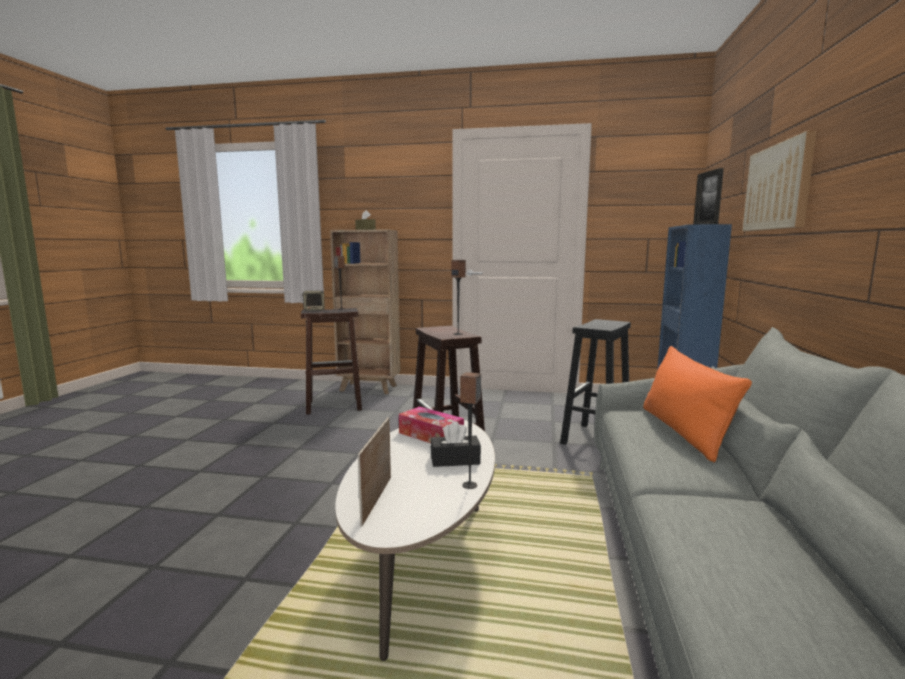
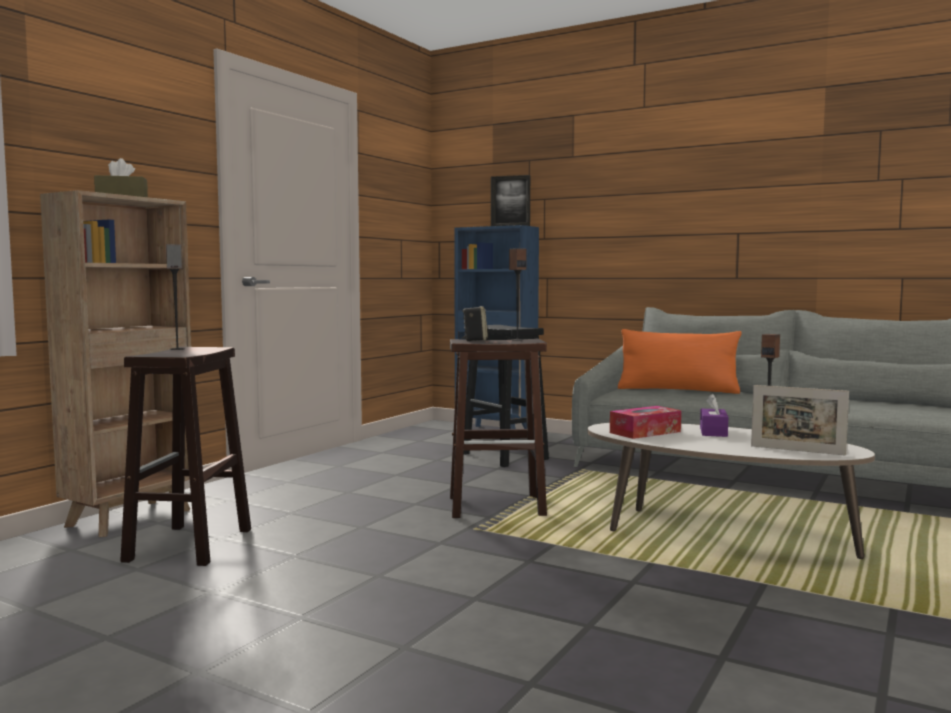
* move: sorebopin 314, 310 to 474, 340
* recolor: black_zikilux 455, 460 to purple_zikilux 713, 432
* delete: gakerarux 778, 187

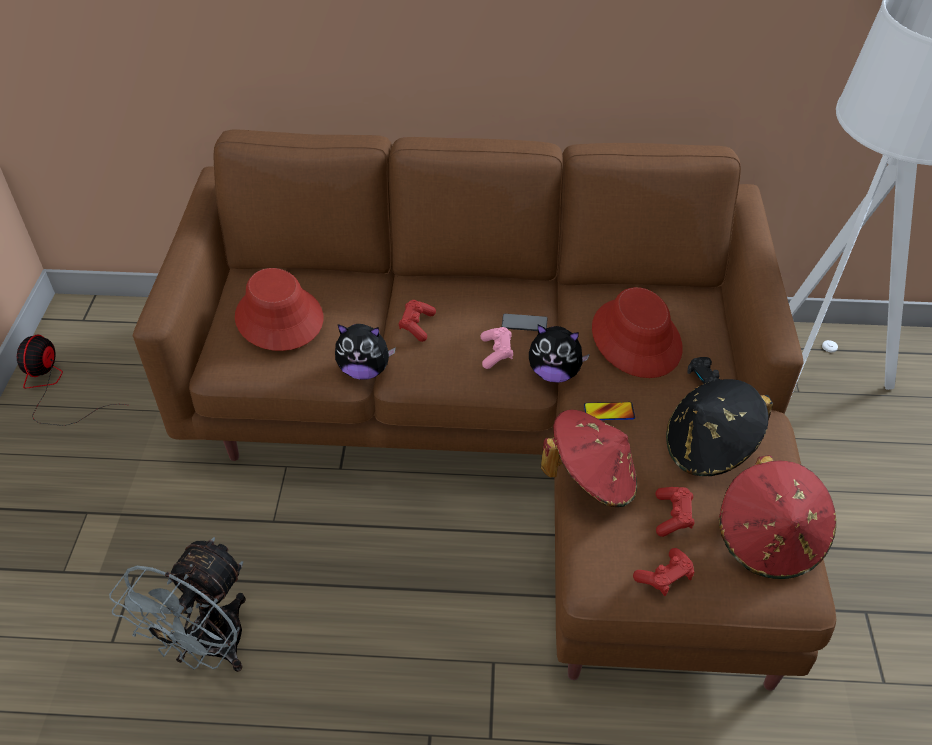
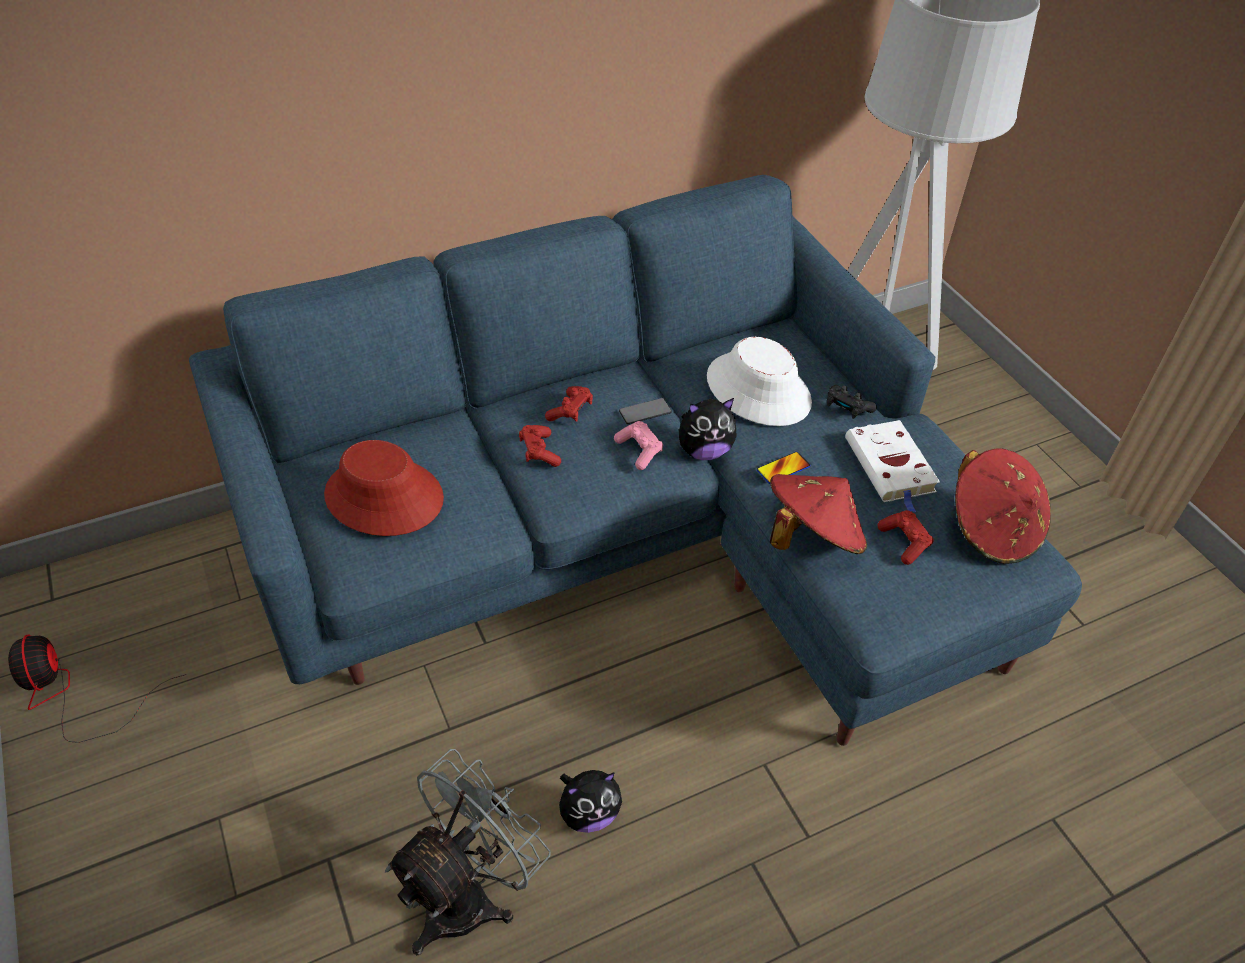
* rotate: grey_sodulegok 209, 648 = 470, 894 135 degrees counterclockwise
* recolor: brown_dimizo 507, 435 to blue_dimizo 633, 539
* move: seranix 364, 370 to 589, 813
* recolor: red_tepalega 636, 338 to white_tepalega 758, 390
* move: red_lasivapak 664, 577 to 570, 411
* replace: black_tepalega 709, 448 to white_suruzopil 891, 468

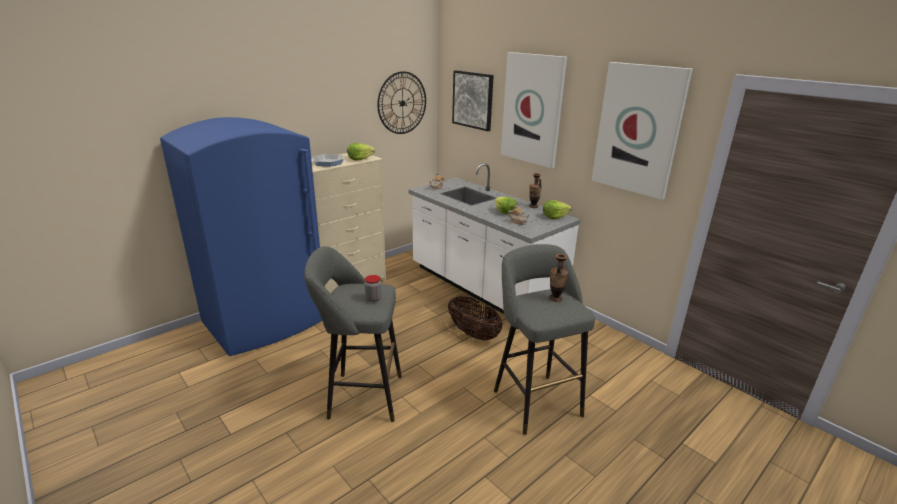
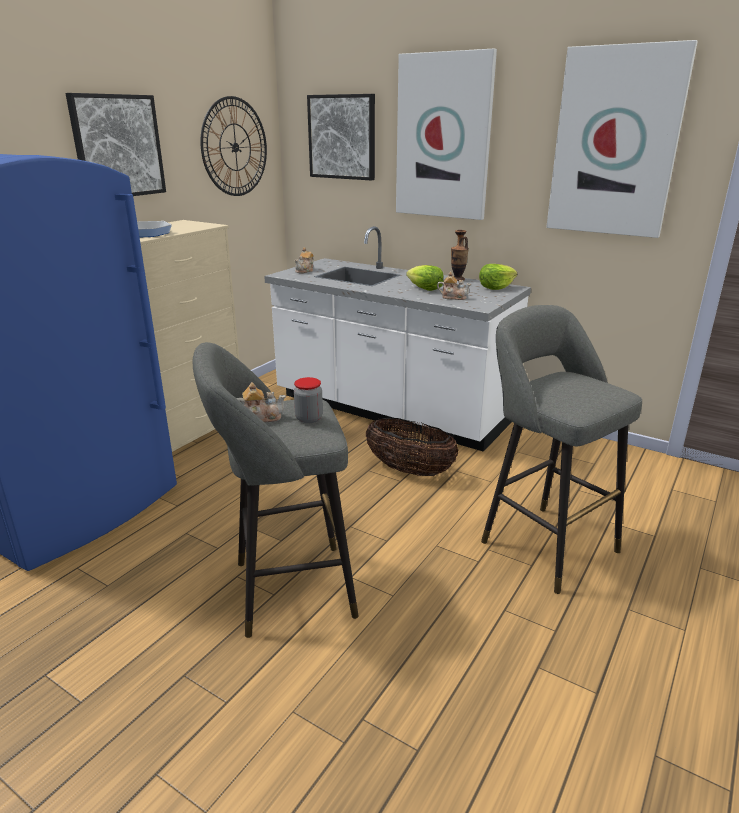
* delete: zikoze 360, 159
* delete: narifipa 555, 298
* insert: gakerarux 118, 146
* insert: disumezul 261, 417

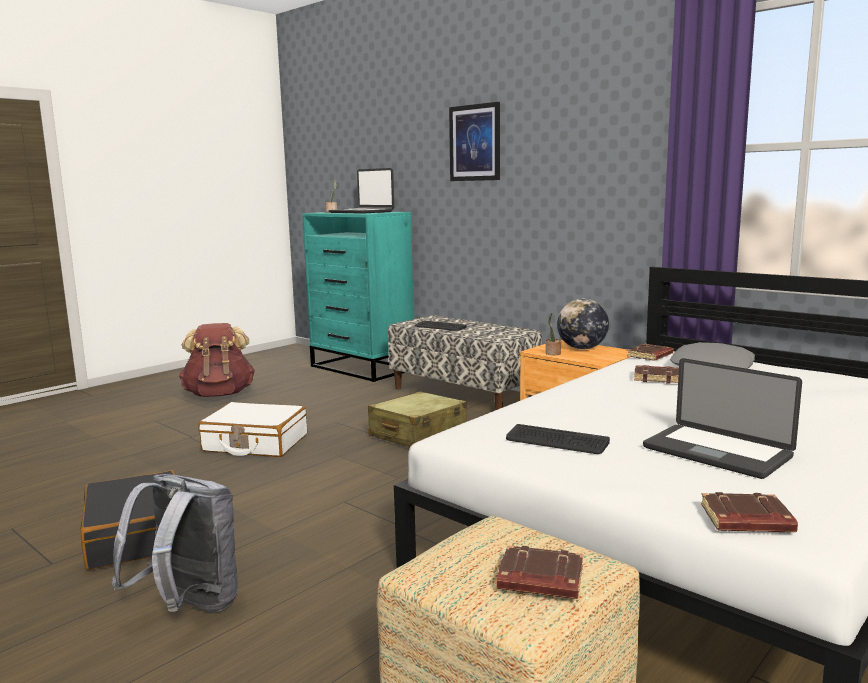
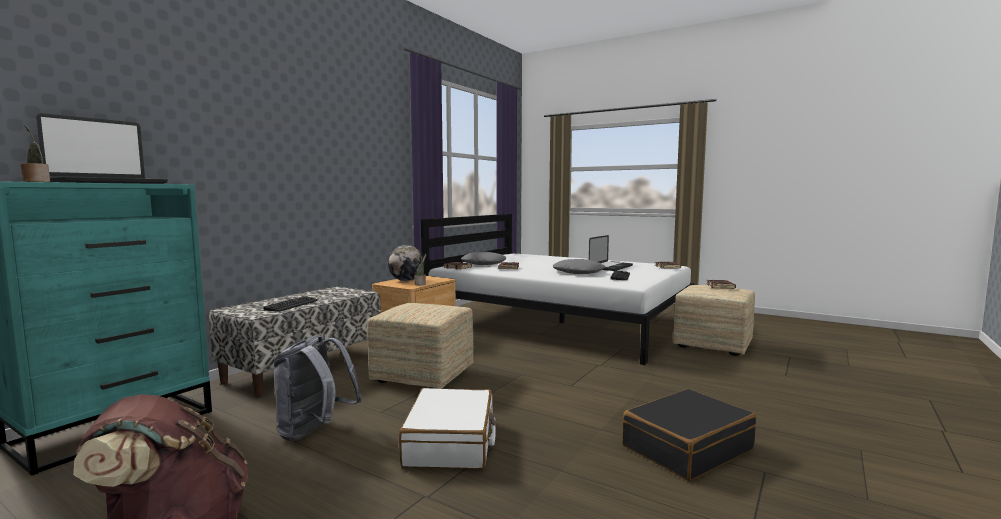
* move: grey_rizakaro 189, 607 to 314, 432
* replace: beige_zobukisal 417, 434 to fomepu 424, 376
* delete: gakerarux 475, 143
* insert: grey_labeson 579, 272

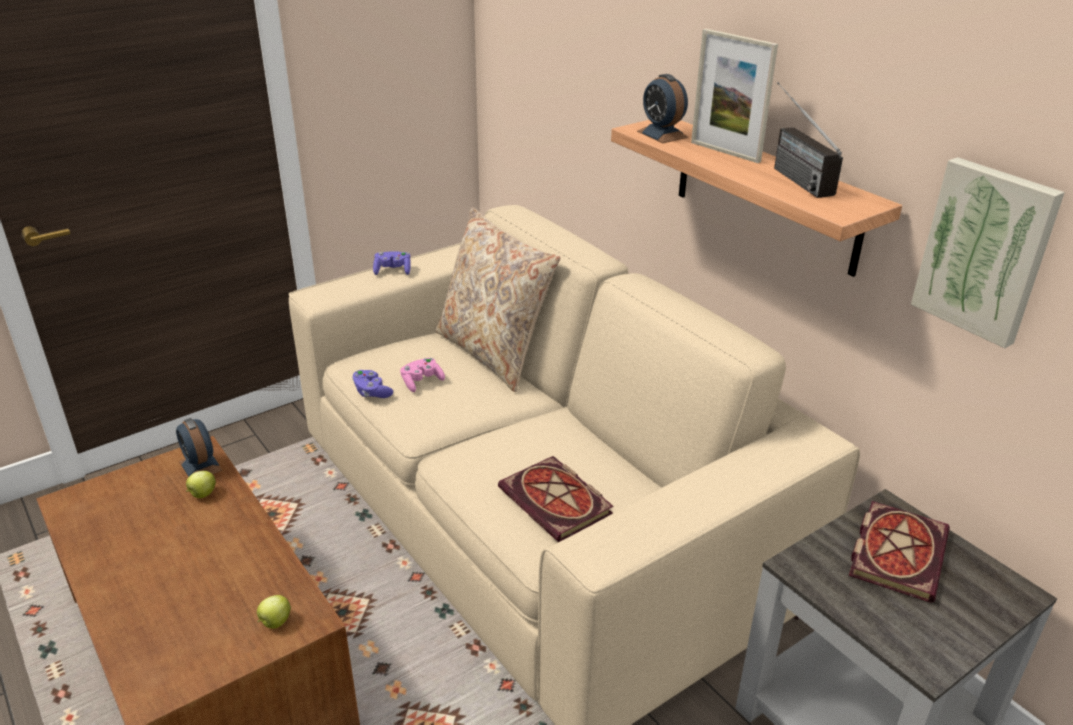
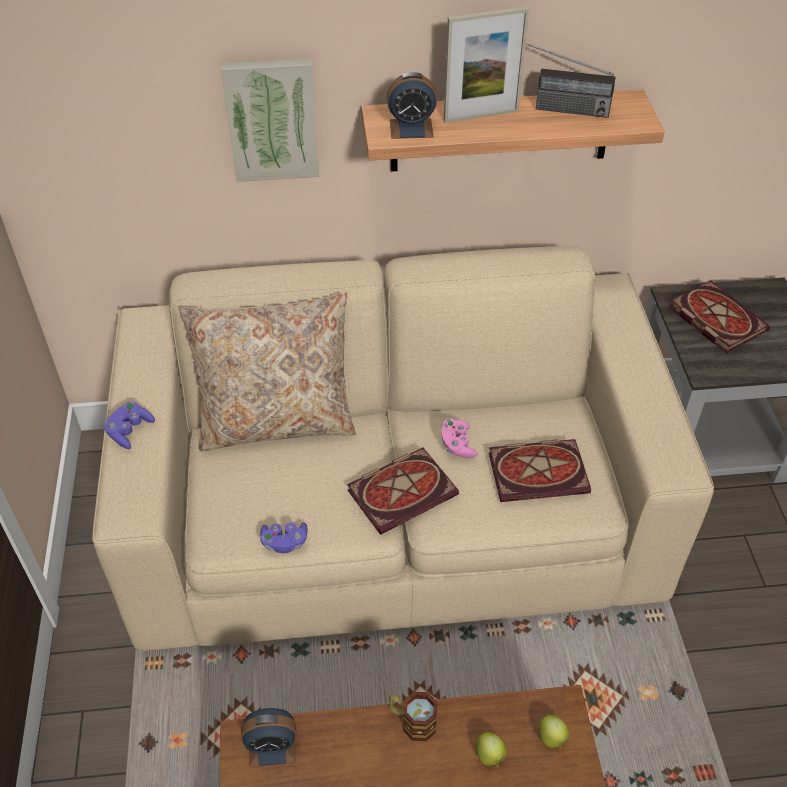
* move: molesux 202, 494 to 490, 756
* move: pink_lasivapak 421, 382 to 457, 445
* move: gakerarux 985, 251 to 272, 118
* insert: suruzopil 403, 490
* insert: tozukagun 412, 721

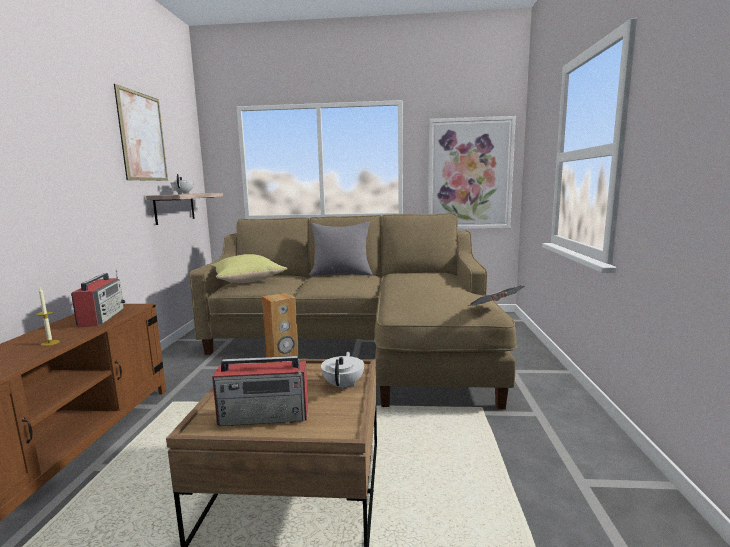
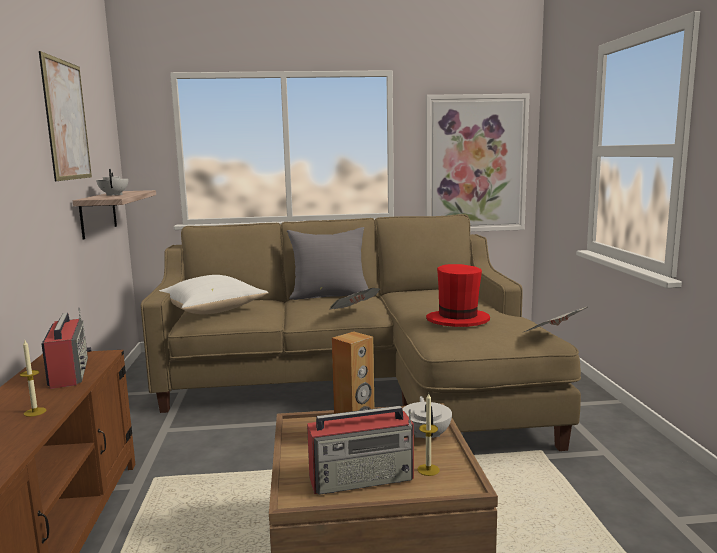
* recolor: yellow_labeson 247, 281 to white_labeson 212, 311
* insert: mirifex 354, 313
* insert: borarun 428, 470
* insert: red_tepalega 457, 320

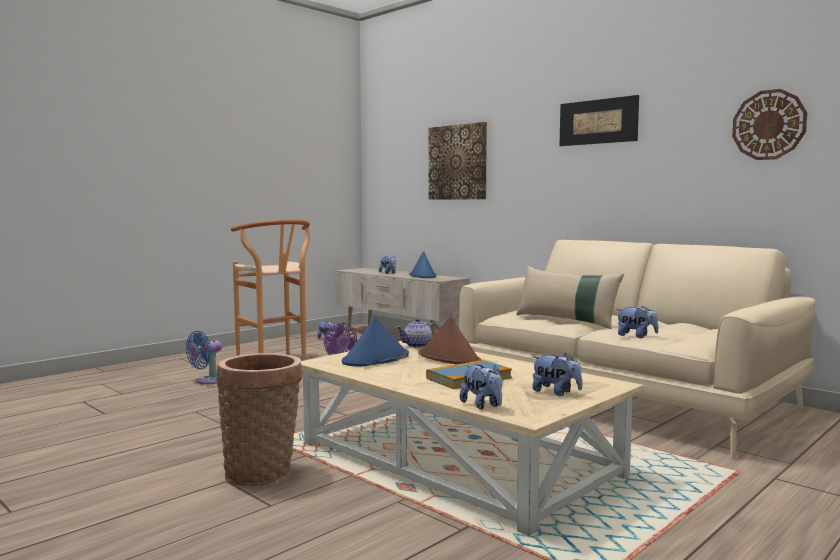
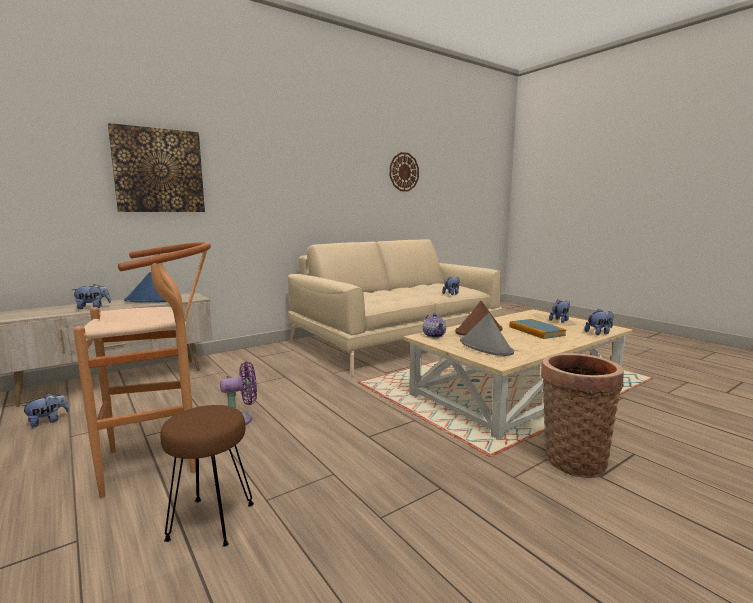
* replace: blue_sodulegok 207, 381 to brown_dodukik 212, 520
* recolor: blue_tepalega 375, 359 to grey_tepalega 486, 347
* delete: beige_labeson 566, 321
* delete: gakerarux 598, 121

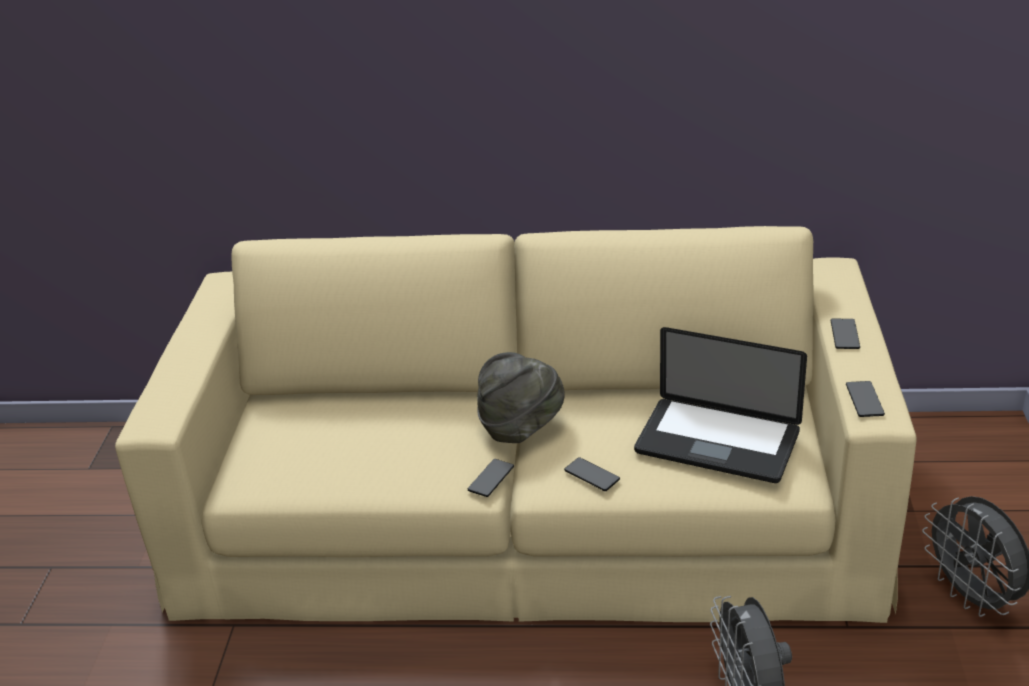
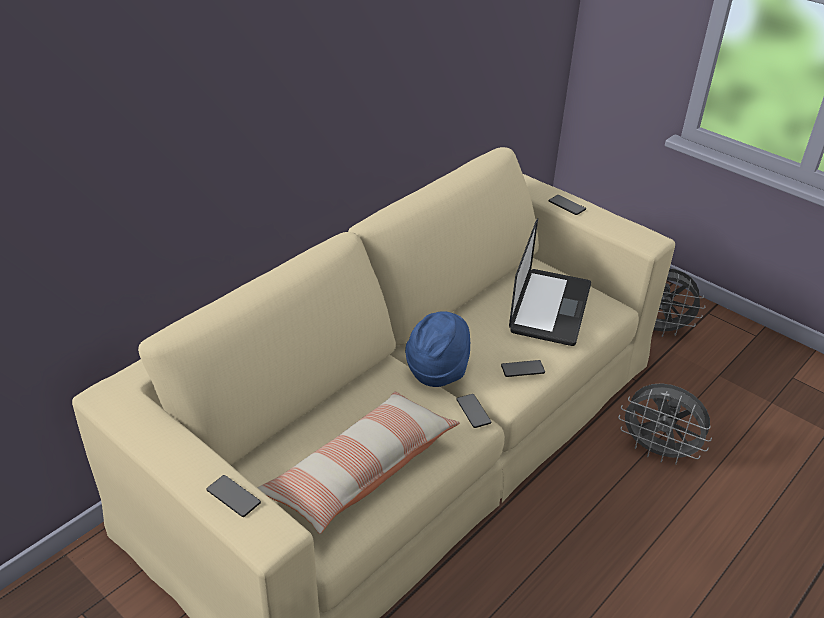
* recolor: grey_tepalega 521, 428 to blue_tepalega 437, 369
* rotate: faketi 717, 442 = 550, 308 45 degrees counterclockwise
* move: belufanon 864, 400 to 233, 496
* insert: labeson 361, 471

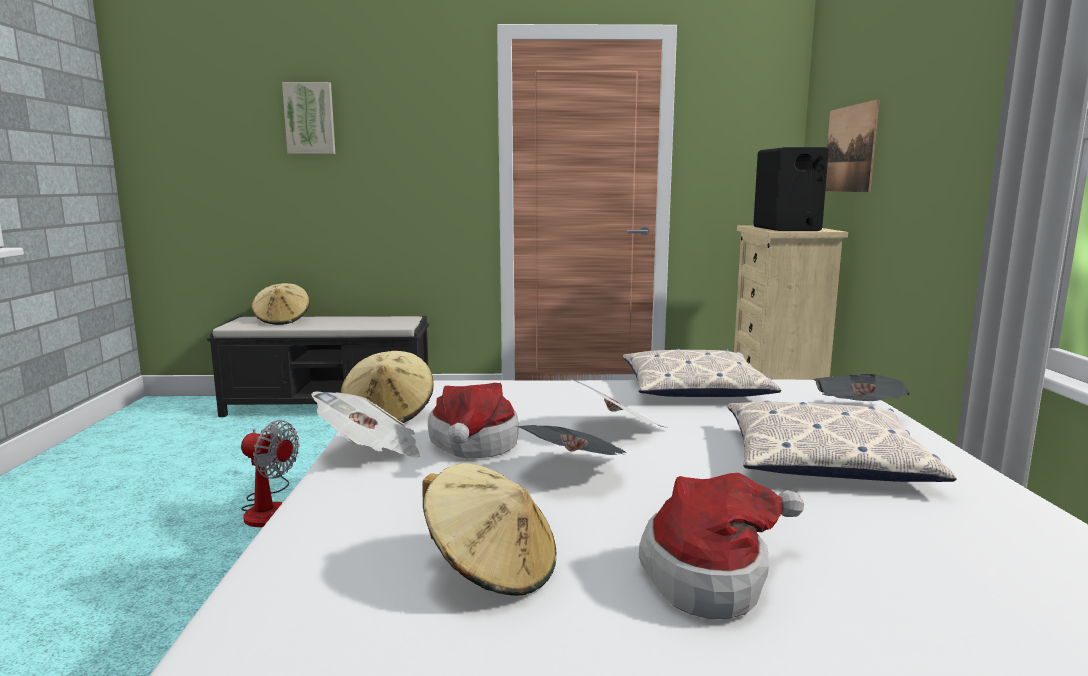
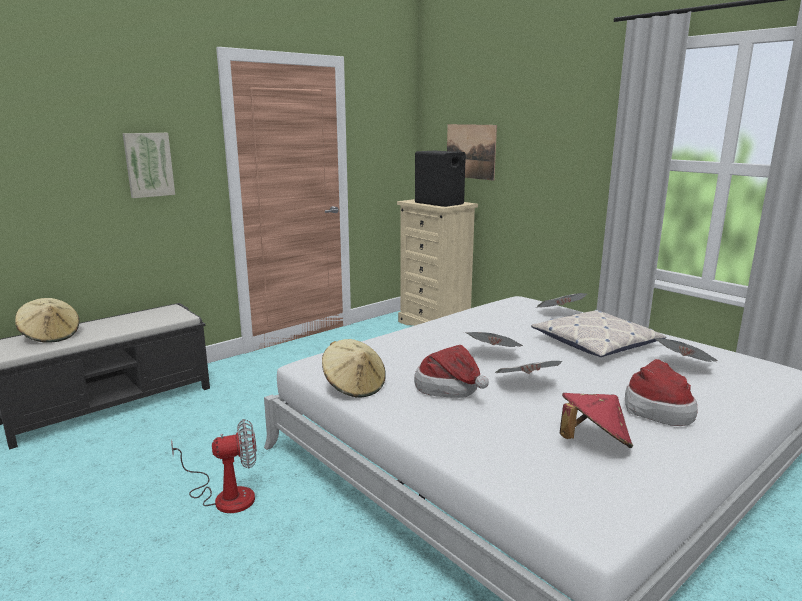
* move: gakerarux 310, 118 to 148, 164
* move: mirifex 371, 451 to 684, 366
* recolor: beige_tepalega 492, 569 to red_tepalega 593, 442
* delete: labeson 694, 389

